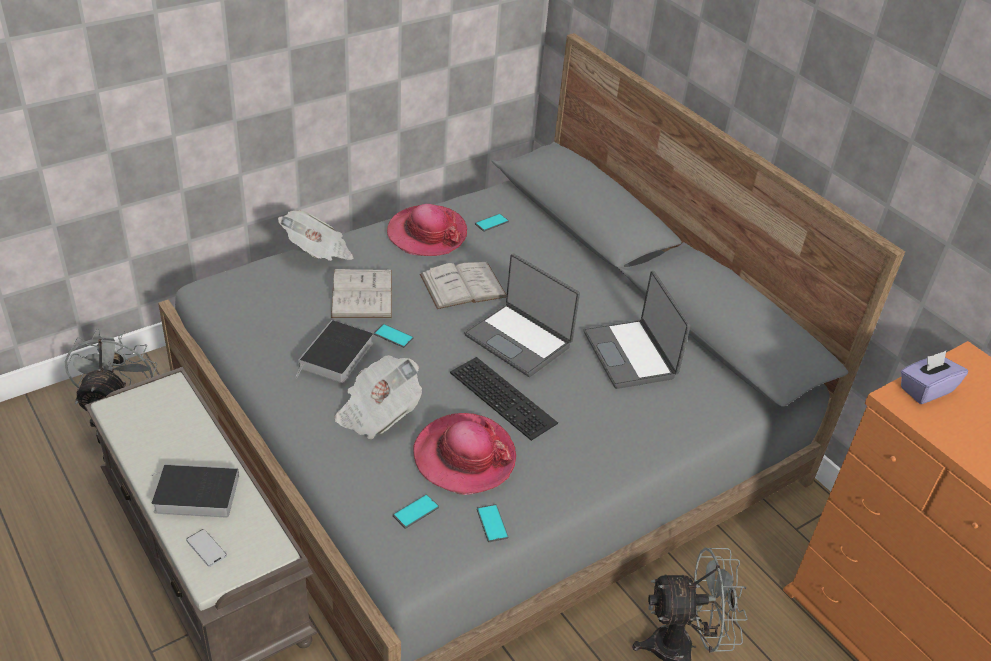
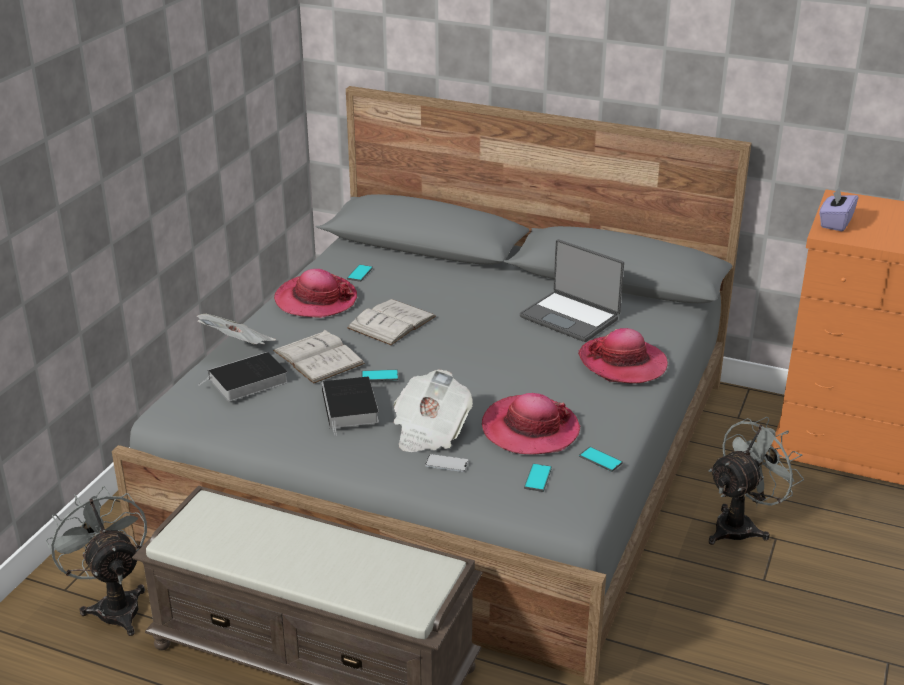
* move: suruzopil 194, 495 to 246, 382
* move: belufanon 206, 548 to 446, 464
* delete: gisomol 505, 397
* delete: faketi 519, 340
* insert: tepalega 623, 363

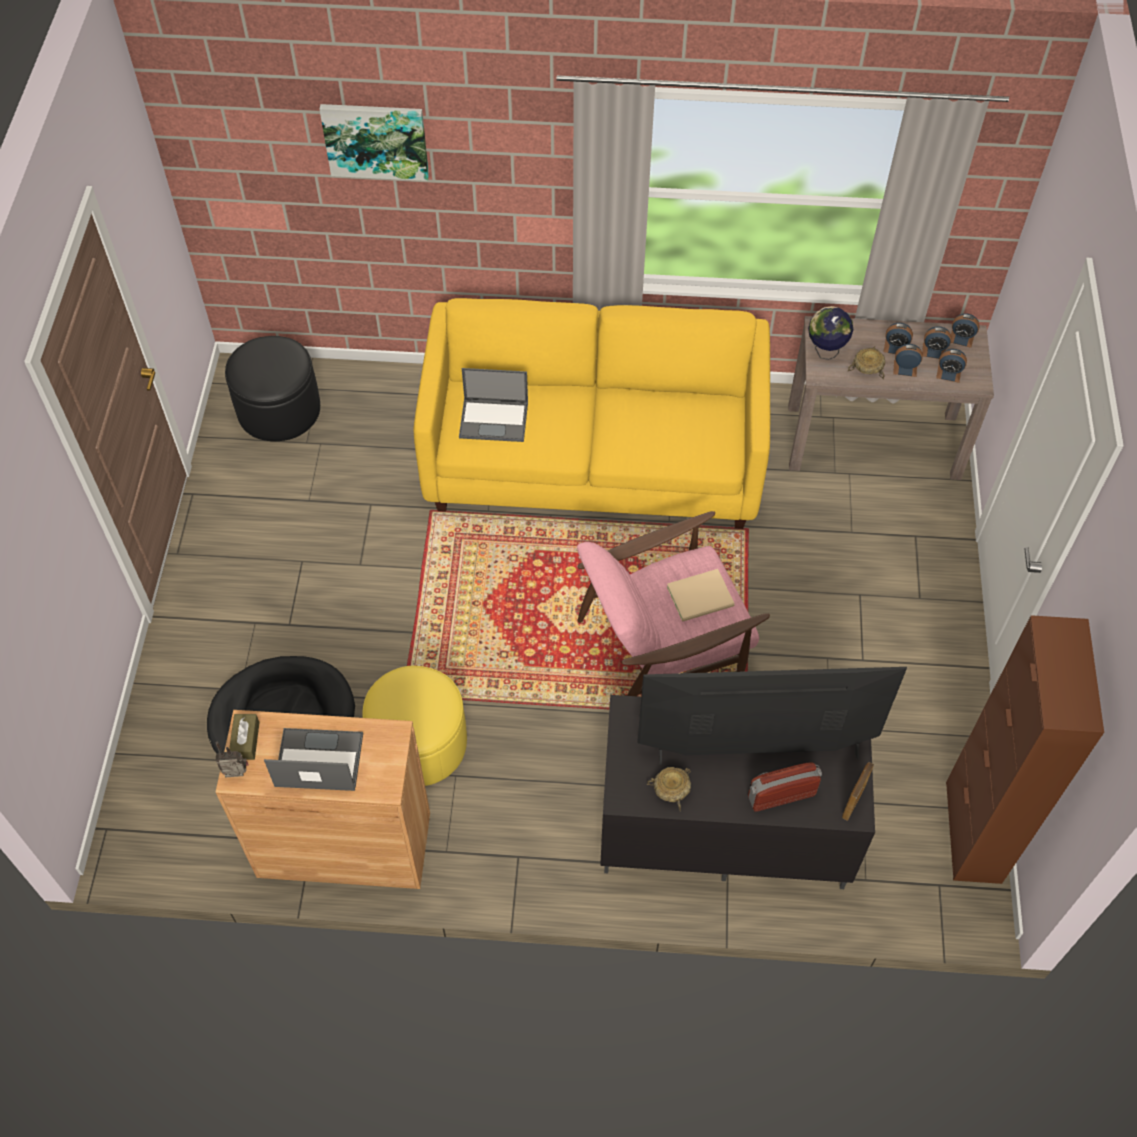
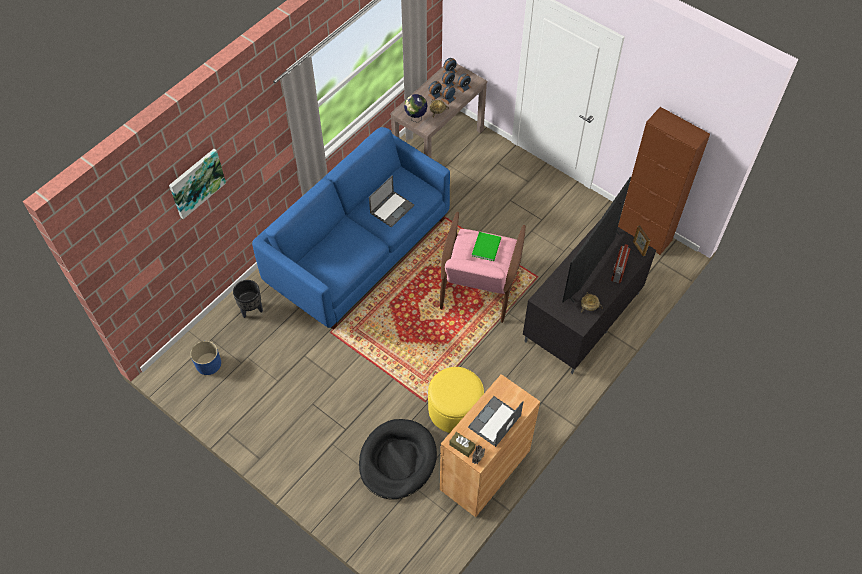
* replace: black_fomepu 279, 409 to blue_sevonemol 208, 363
* recolor: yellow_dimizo 594, 459 to blue_dimizo 358, 250
* move: faketi 494, 419 to 392, 209
* recolor: beige_suruzopil 702, 597 to green_suruzopil 487, 246
* insert: black_sevonemol 251, 309

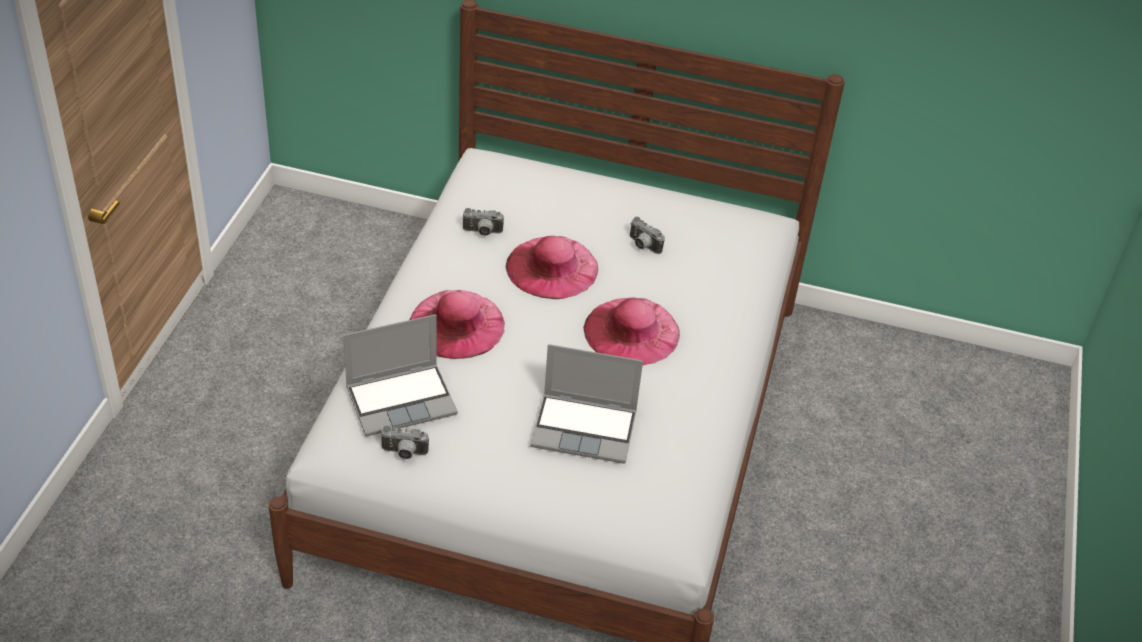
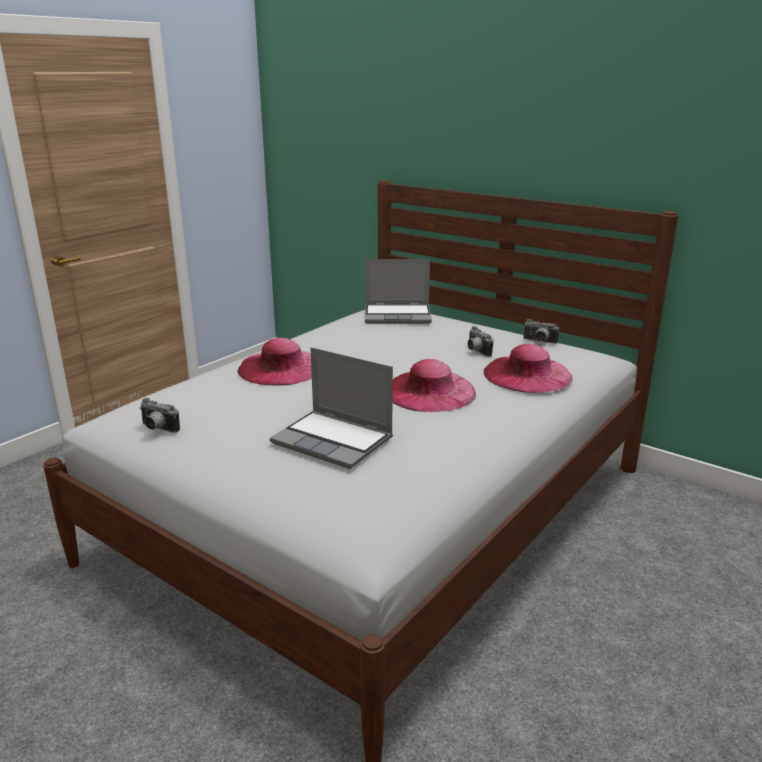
* move: faketi 402, 400 to 398, 315
* move: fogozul 482, 232 to 539, 342
* move: pink_tepalega 552, 267 to 527, 374

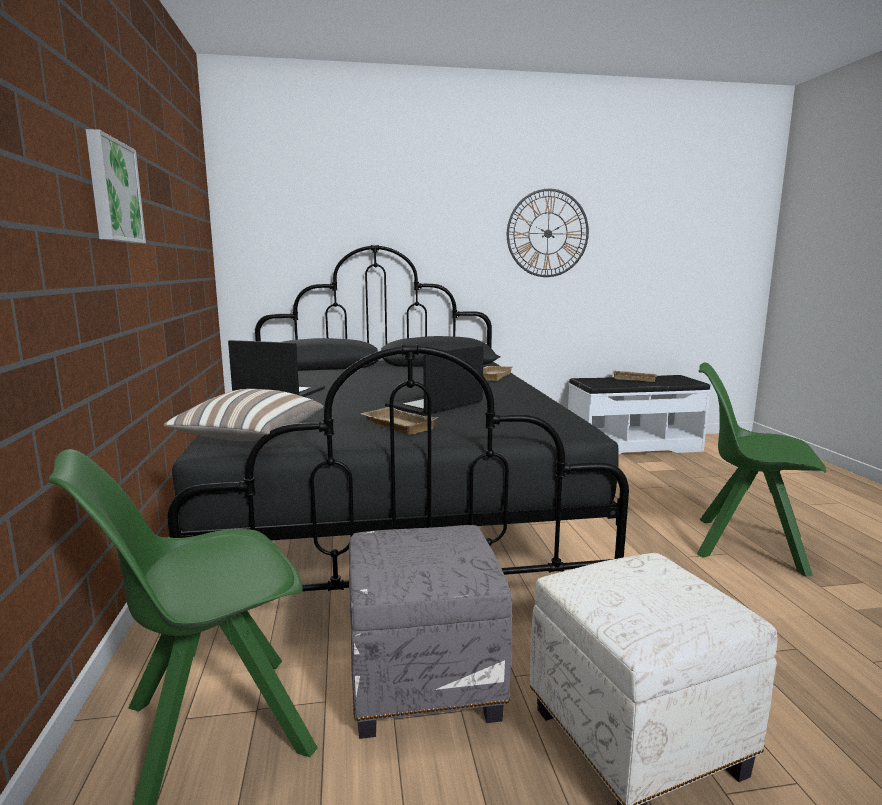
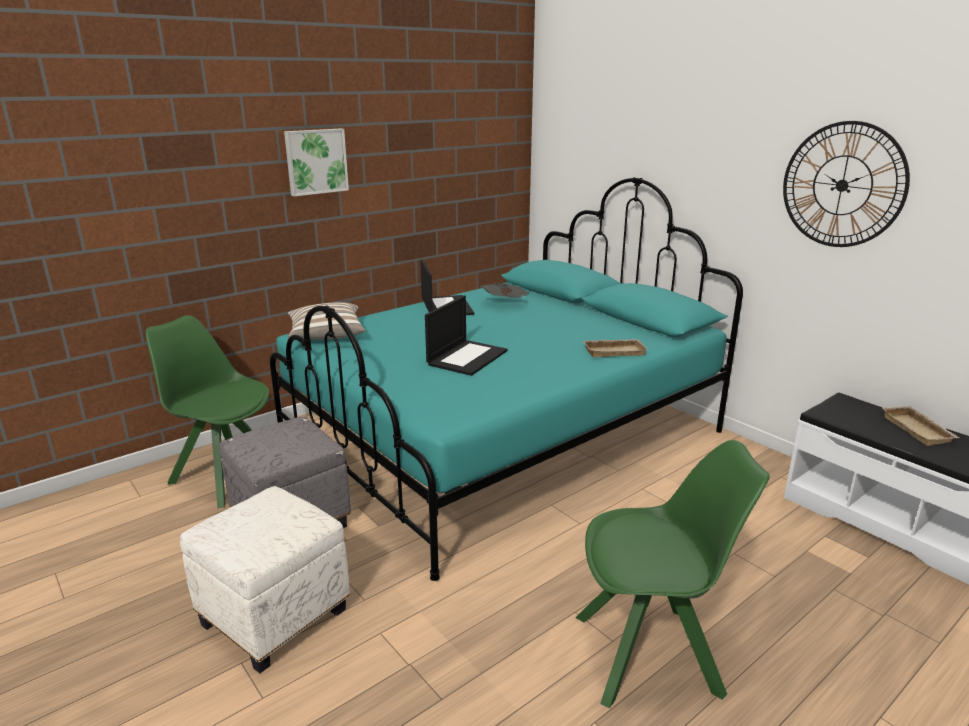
* recolor: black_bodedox 392, 511 to turquoise_bodedox 504, 436
* delete: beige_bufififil 396, 426
* rotate: faketi 434, 405 = 467, 357 105 degrees clockwise
* rotate: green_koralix 745, 545 = 651, 654 90 degrees clockwise
* insert: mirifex 505, 304

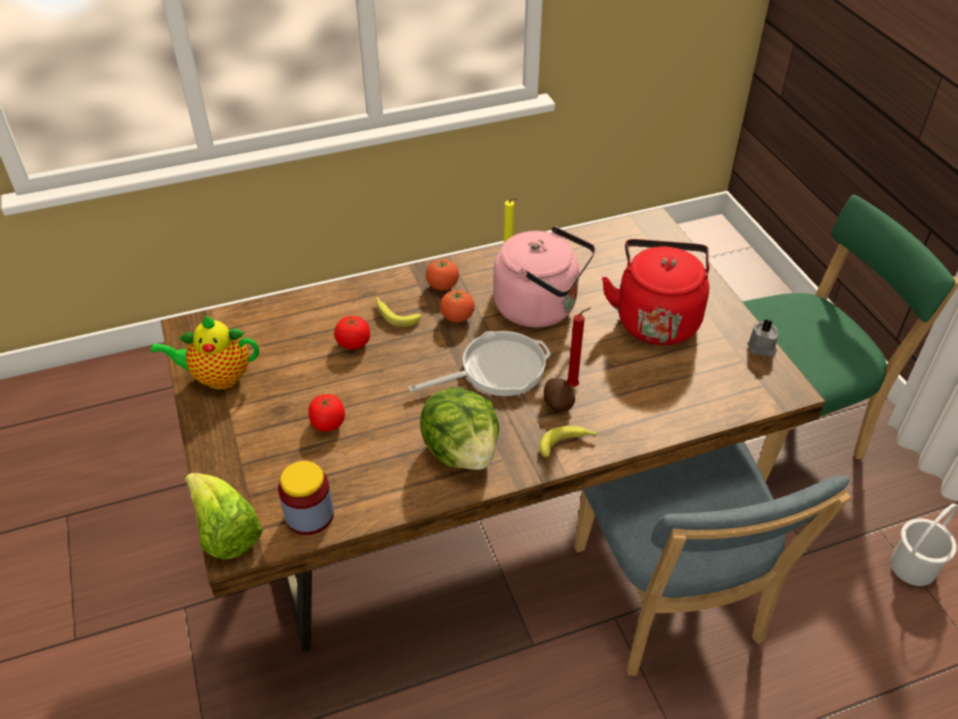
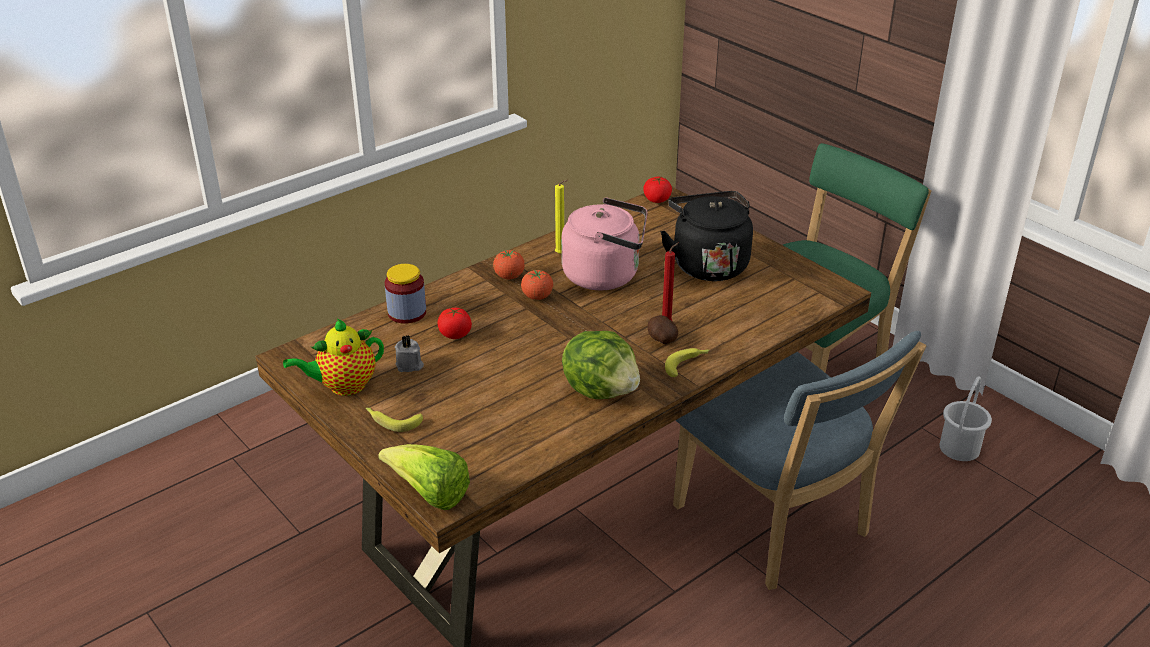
* move: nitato 309, 515 to 407, 313
* move: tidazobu 328, 423 to 657, 200
* move: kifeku 394, 314 to 392, 421
* delete: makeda 496, 370
* recolor: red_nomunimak 656, 318 to black_nomunimak 708, 264
* move: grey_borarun 761, 348 to 409, 365

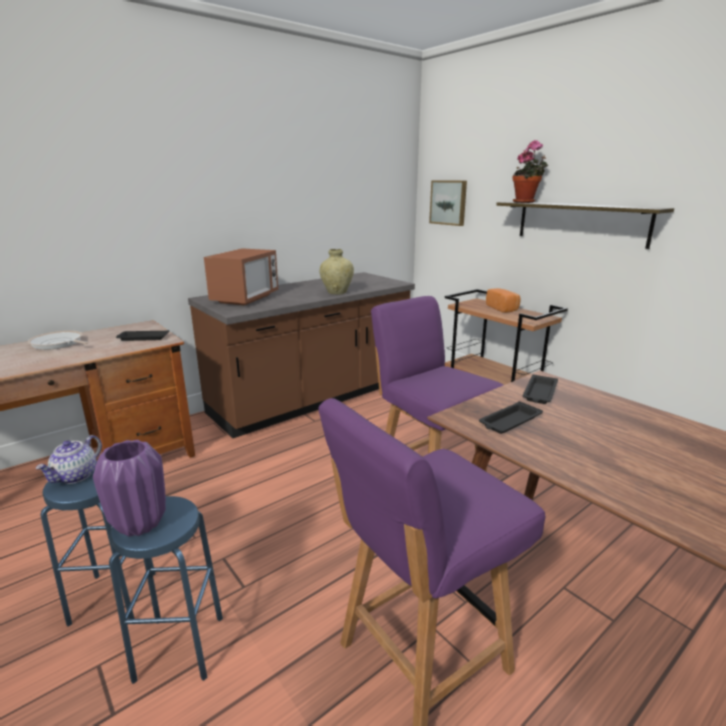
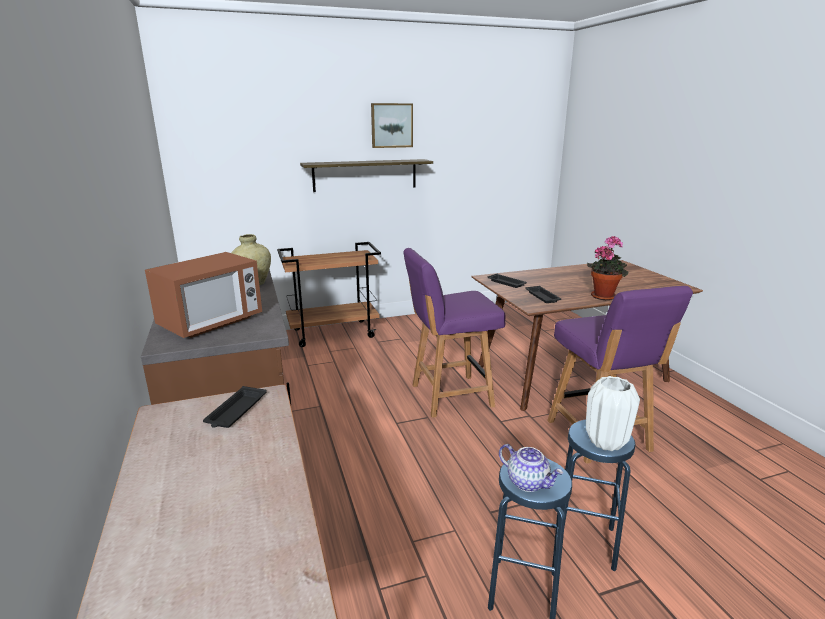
* delete: makeda 58, 344
* recolor: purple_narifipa 139, 524 to white_narifipa 606, 443
* rotate: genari 245, 299 = 211, 323 90 degrees clockwise
* move: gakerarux 449, 202 to 391, 125
* delete: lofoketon 503, 308
* move: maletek 526, 202 to 604, 296

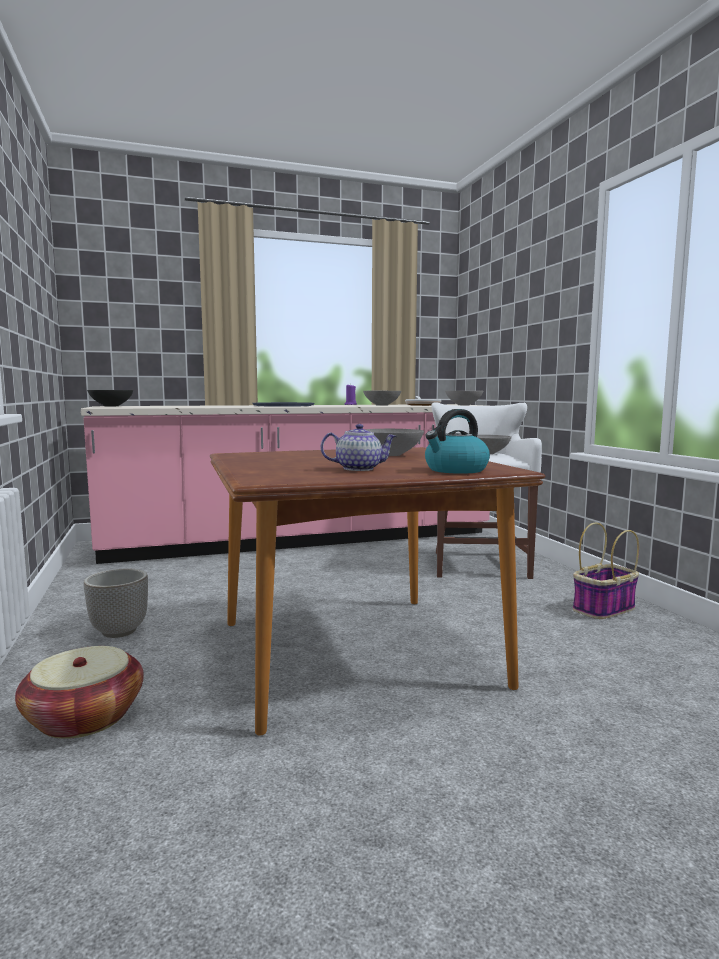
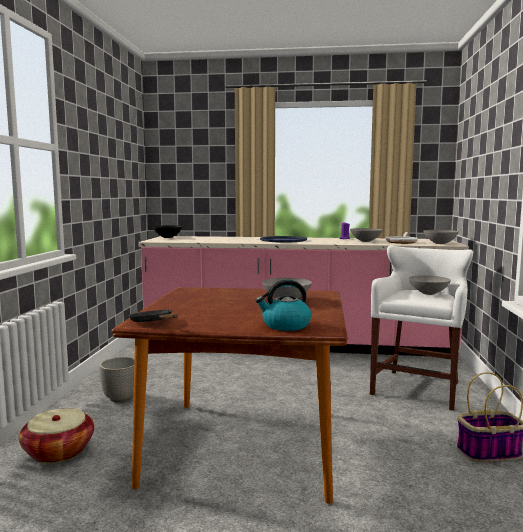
* delete: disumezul 359, 469
* insert: black_makeda 153, 322

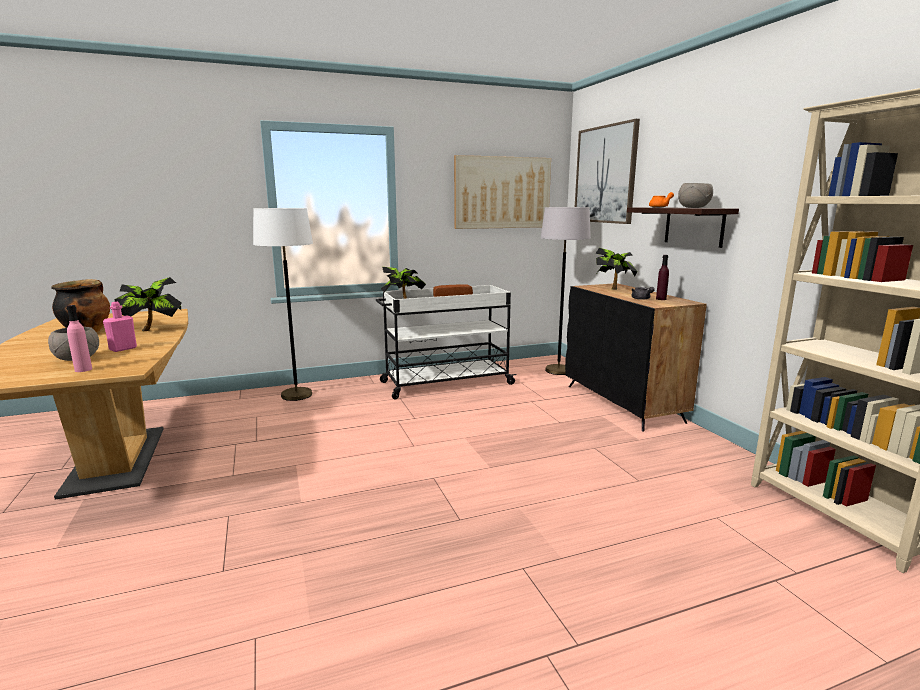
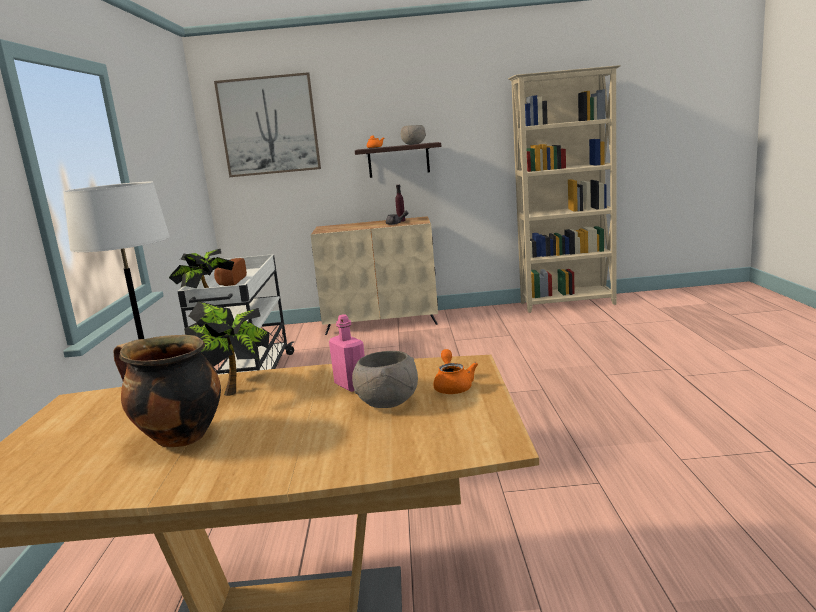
* replace: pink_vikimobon 83, 369 to orange_disumezul 453, 386
* delete: gakerarux 502, 193
* delete: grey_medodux 558, 371
* recolor: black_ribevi 623, 403 to beige_ribevi 382, 322
* delete: maletek 613, 288

